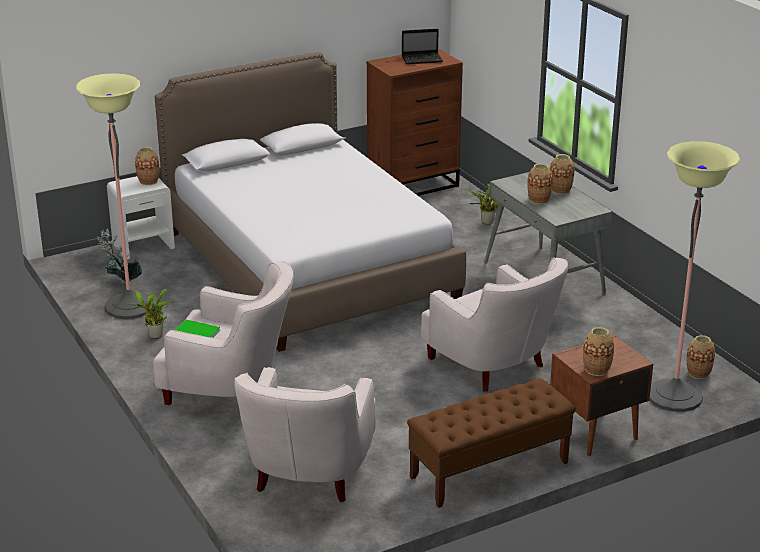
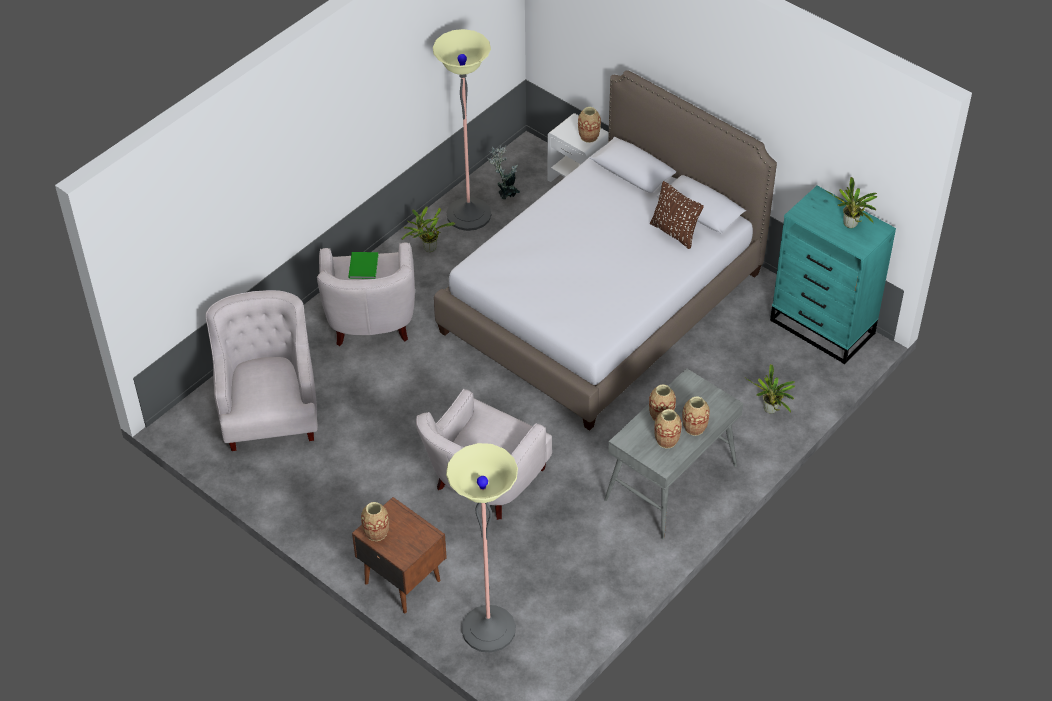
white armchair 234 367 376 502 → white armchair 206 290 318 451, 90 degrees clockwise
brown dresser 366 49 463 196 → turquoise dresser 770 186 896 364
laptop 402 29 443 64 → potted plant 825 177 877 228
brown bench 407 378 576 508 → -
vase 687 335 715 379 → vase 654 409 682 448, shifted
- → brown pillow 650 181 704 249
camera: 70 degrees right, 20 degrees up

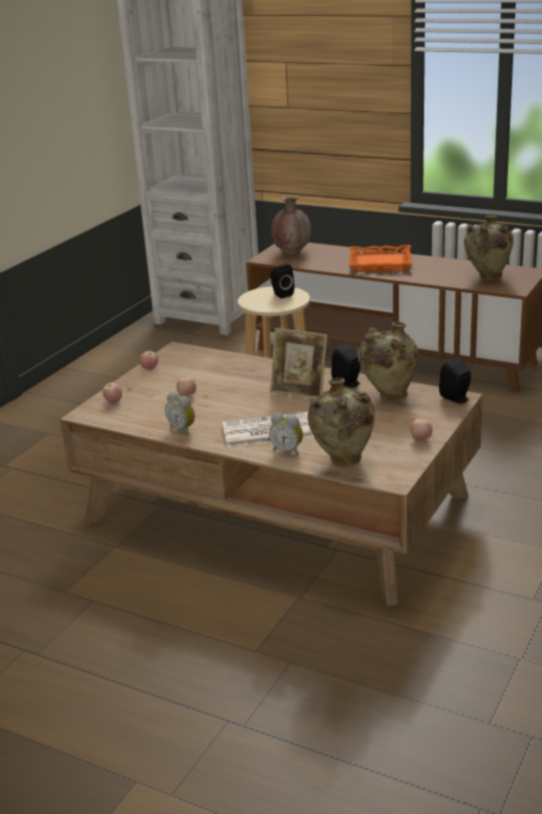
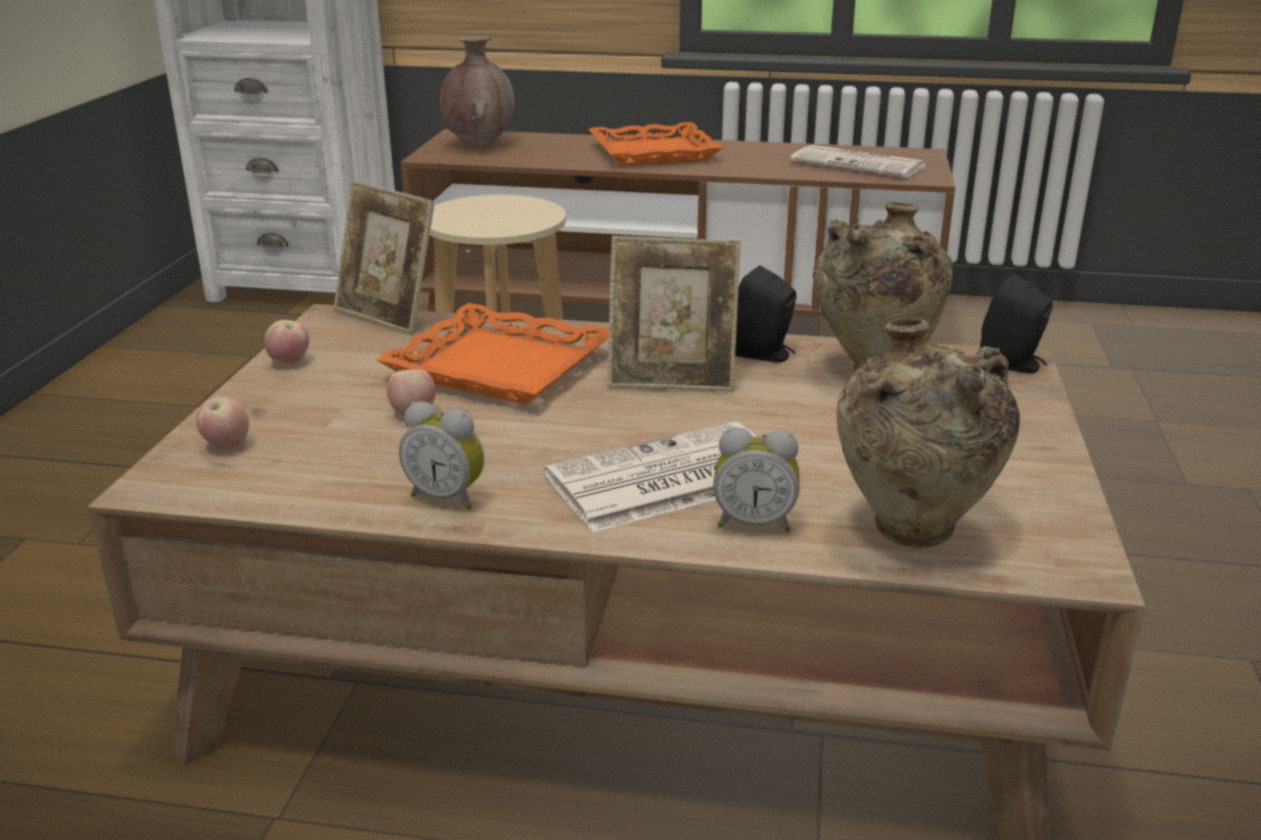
black speaker 270 264 294 299 → -
apple 411 419 432 440 → -
beige vase 464 215 514 280 → newspaper 790 145 927 178
- → picture frame 334 180 435 335
- → orange tray 376 303 609 405
camera: 20 degrees left, 0 degrees up

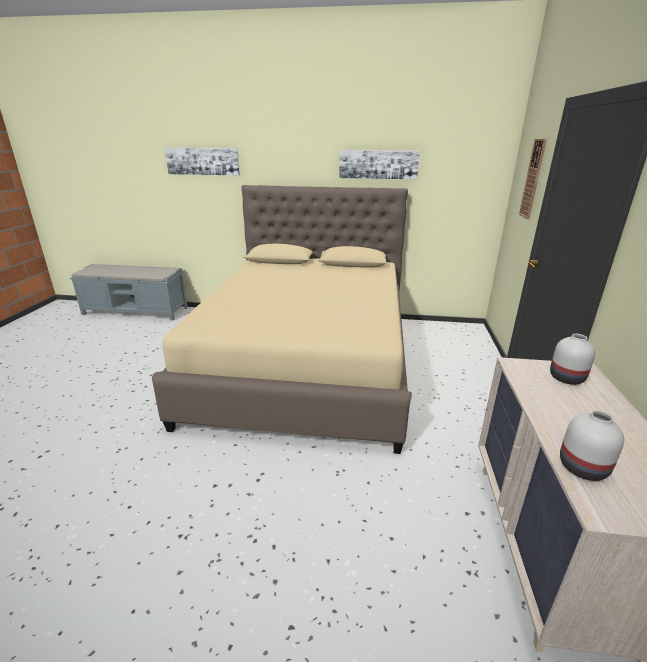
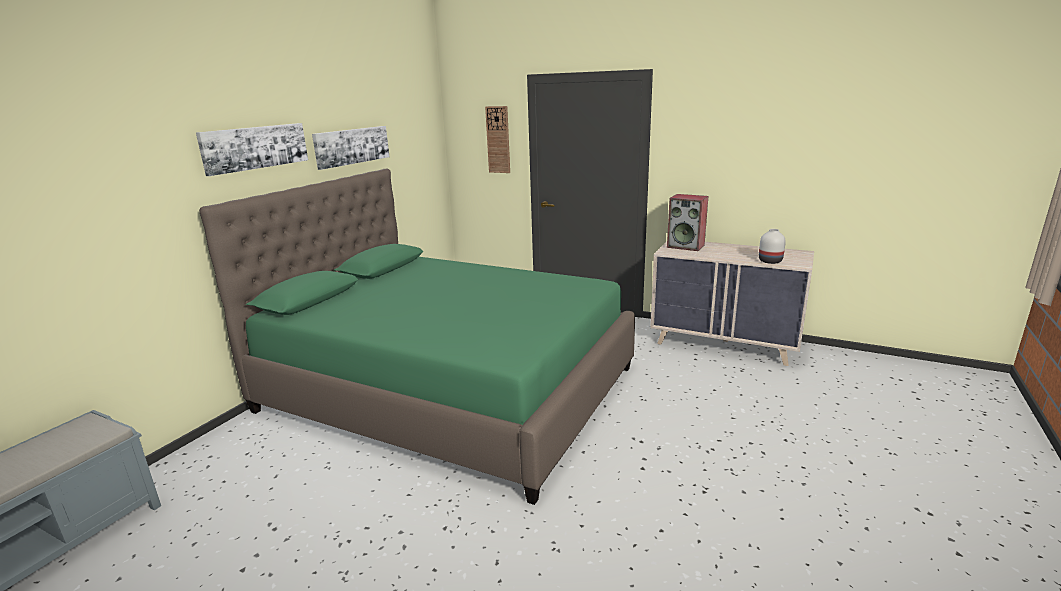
beige bed 152 185 412 454 → green bed 199 169 635 505
picture 165 148 240 175 → picture 196 123 308 176, shifted
white vase 550 334 595 385 → speaker 667 194 708 251
camera: 70 degrees left, 5 degrees down

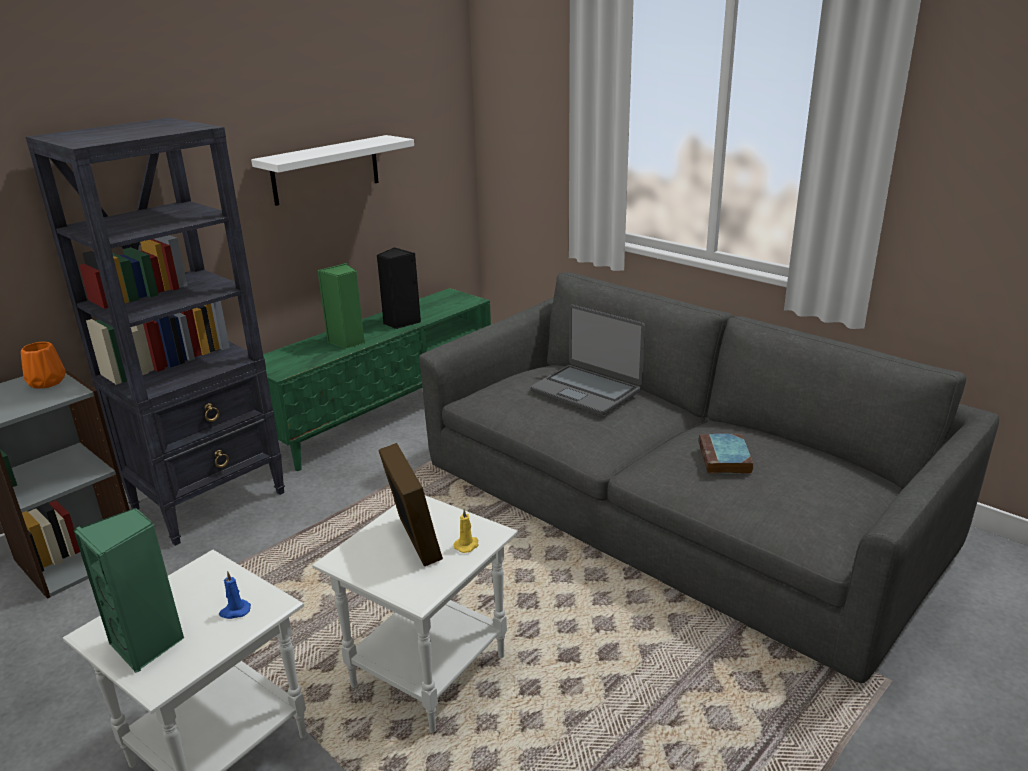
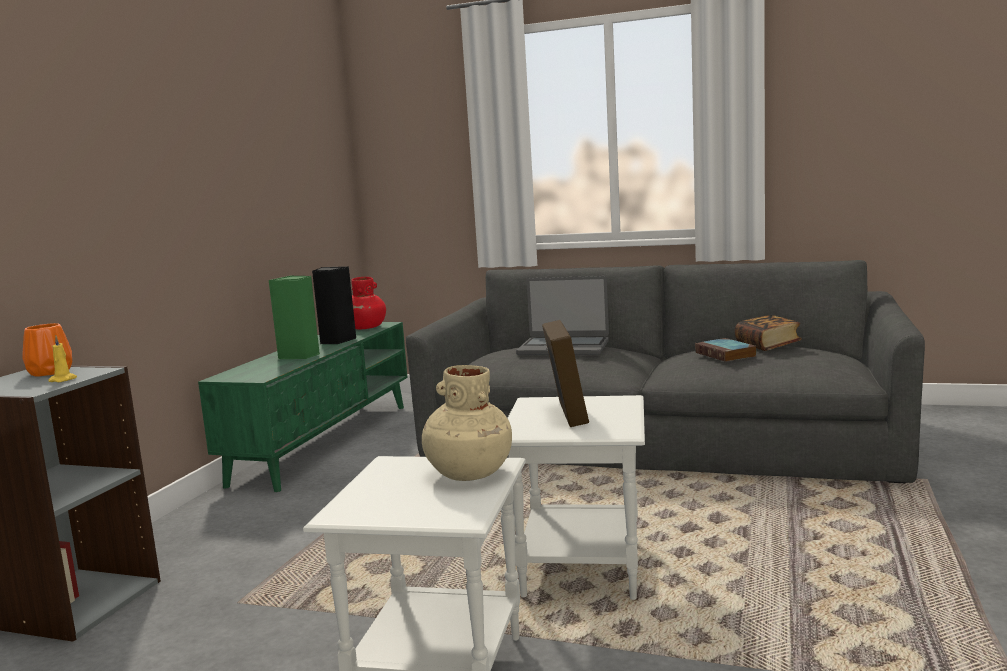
black bookcase 26 118 285 546 → -
green speaker 74 508 185 673 → -
blue candle 219 571 251 619 → beige vase 422 365 512 481
white shelf 251 135 414 206 → -
picture frame 378 443 443 567 → picture frame 542 320 589 427, 45 degrees clockwise
yellow candle 453 508 478 553 → yellow candle 49 336 77 382, shifted
- → red vase 351 277 386 329
- → book 735 315 802 351
camera: 25 degrees left, 15 degrees down

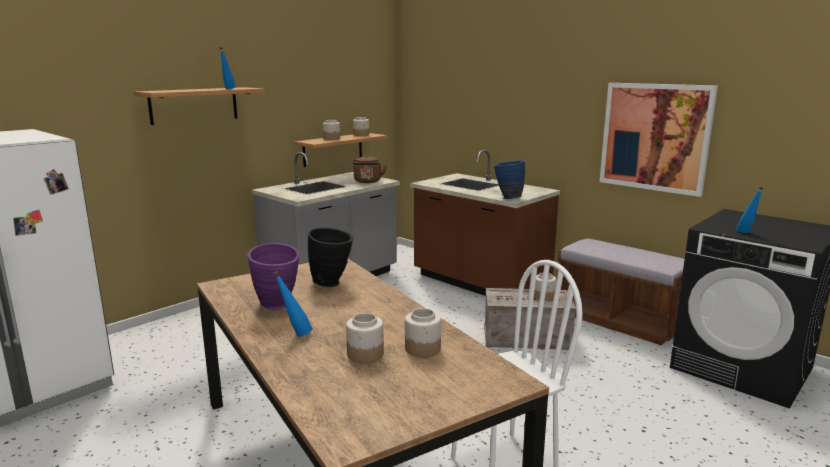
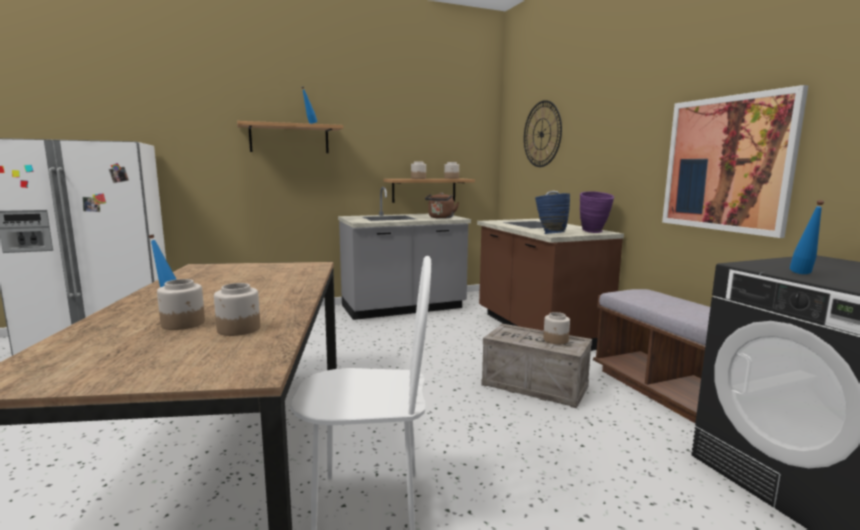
purple vase 247 243 299 310 → purple vase 580 191 614 233, shifted
black vase 308 228 353 287 → -
- → wall clock 524 100 562 167
camera: 25 degrees right, 5 degrees down

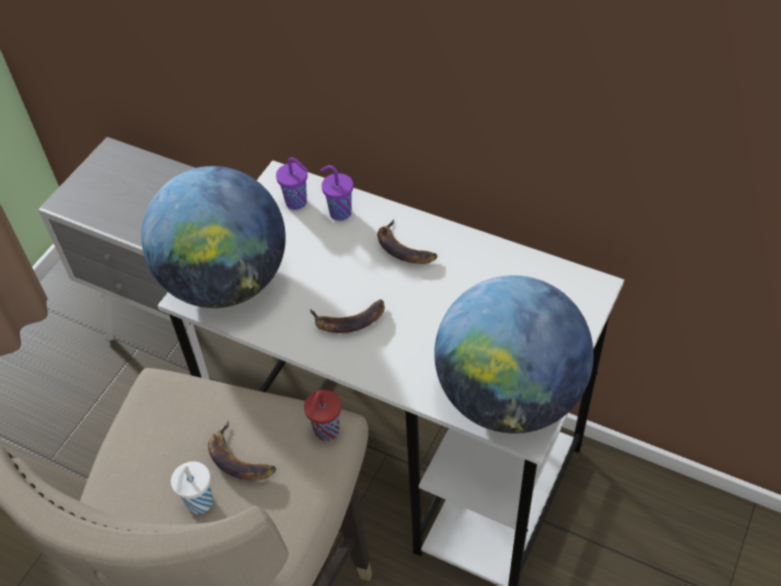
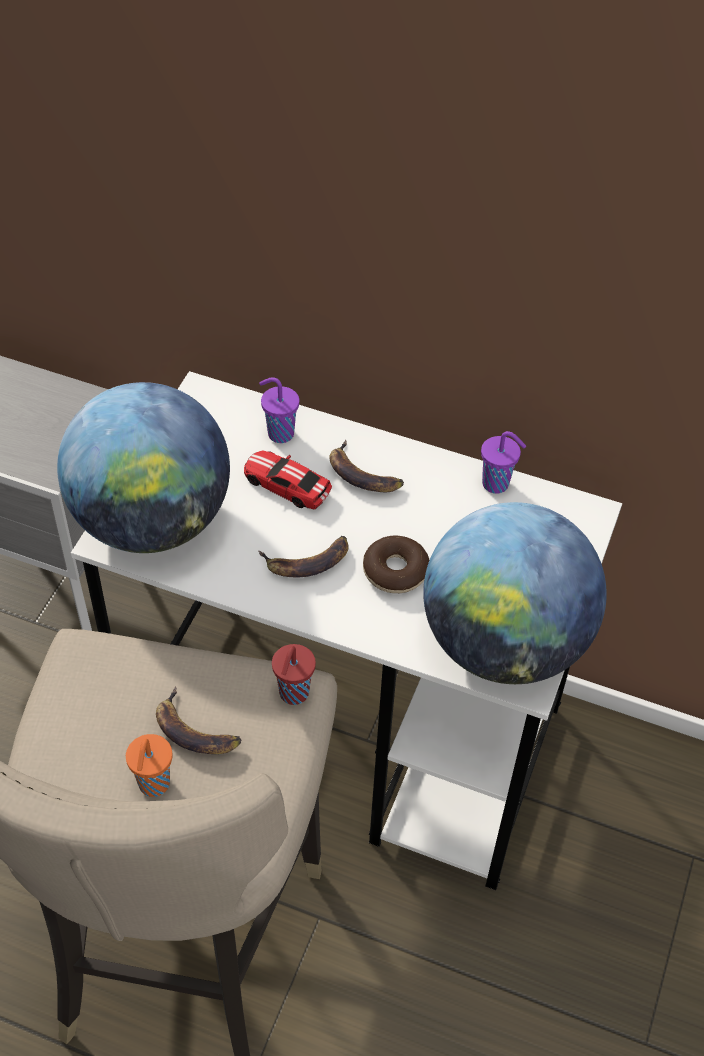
white cup 171 461 213 514 → orange cup 126 734 173 797
purple cup 276 157 308 210 → purple cup 481 431 526 494, shifted
- → toy car 244 450 332 510
- → donut 363 536 429 593
camera: 10 degrees left, 0 degrees up

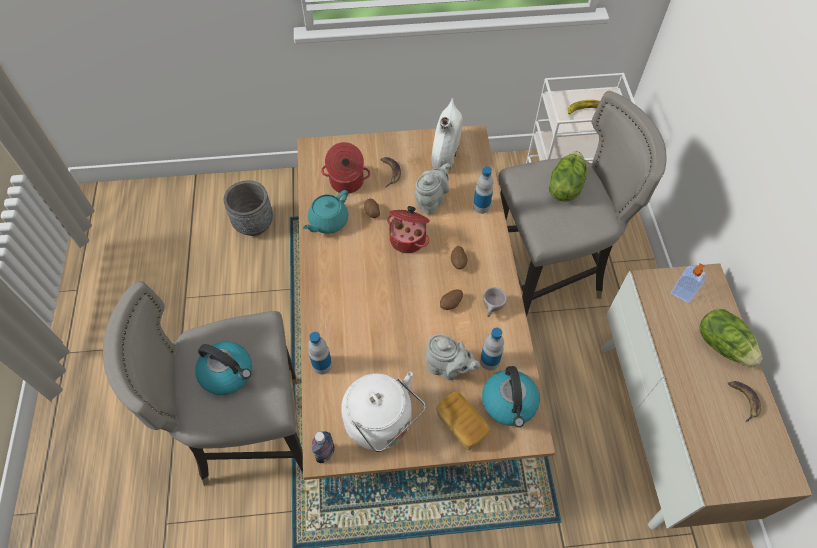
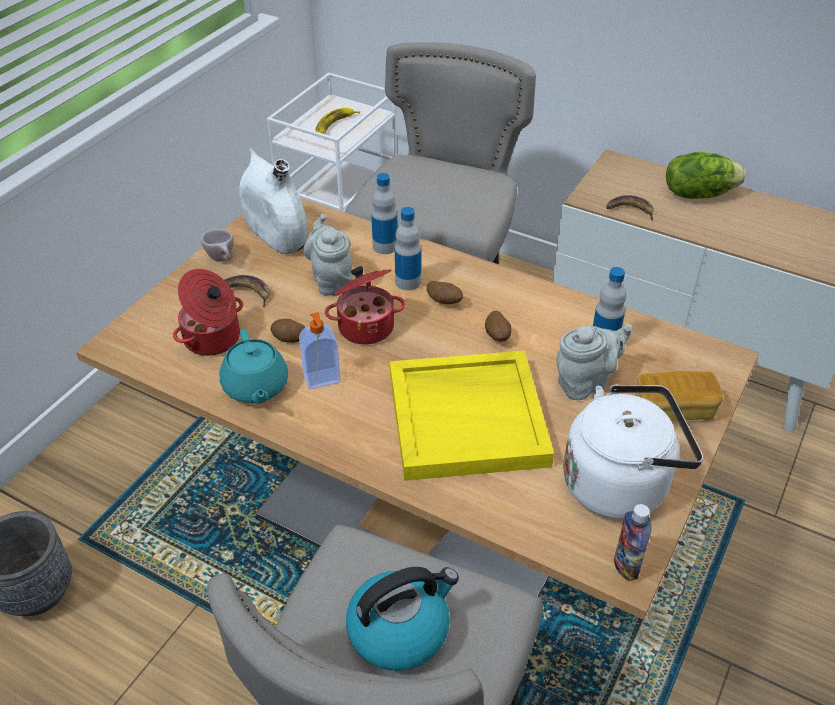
bottle 308 332 332 374 → bottle 395 207 421 290, shifted
kettle 482 366 540 427 → -
beige cup 483 287 507 317 → beige cup 201 229 234 262, shifted
lettuce 549 151 587 202 → -
soap dispenser 670 263 707 303 → soap dispenser 299 312 341 389, shifted
banana 728 381 761 422 → banana 606 195 654 221, shifted
- → yellow tray 390 351 554 481
camera: 55 degrees left, 15 degrees down

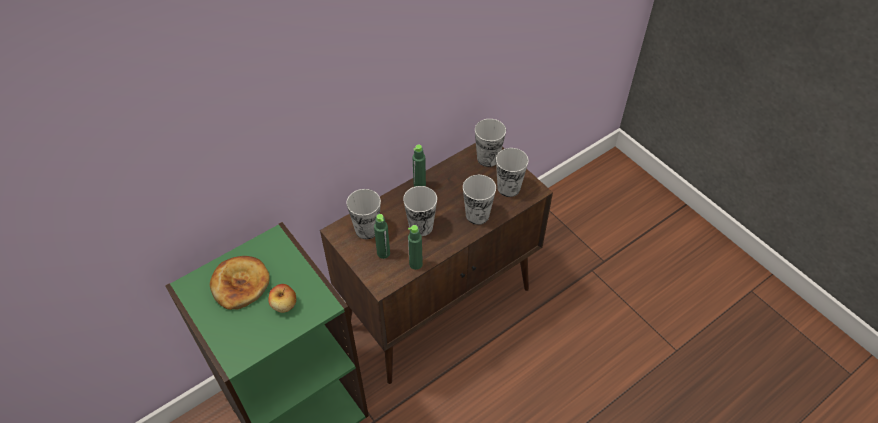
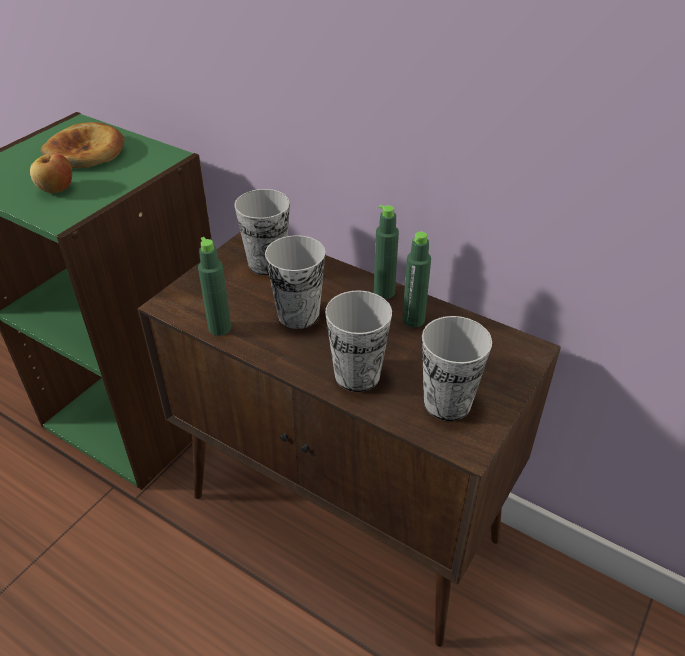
green bottle 374 214 390 259 → green bottle 402 232 431 327, shifted
cup 475 119 506 167 → -
camera: 70 degrees right, 10 degrees down

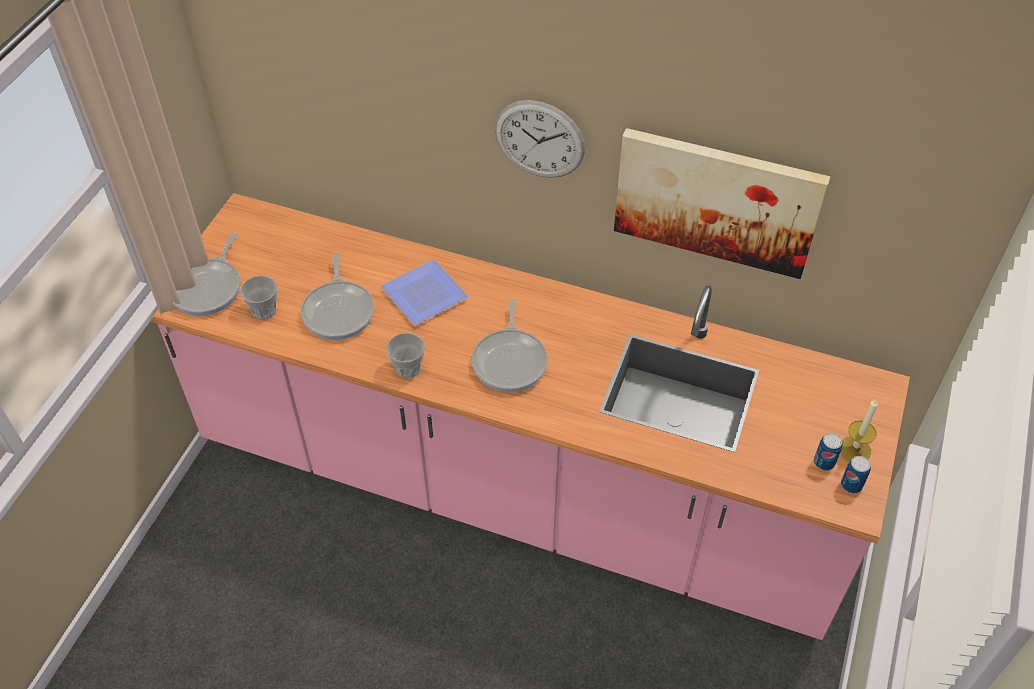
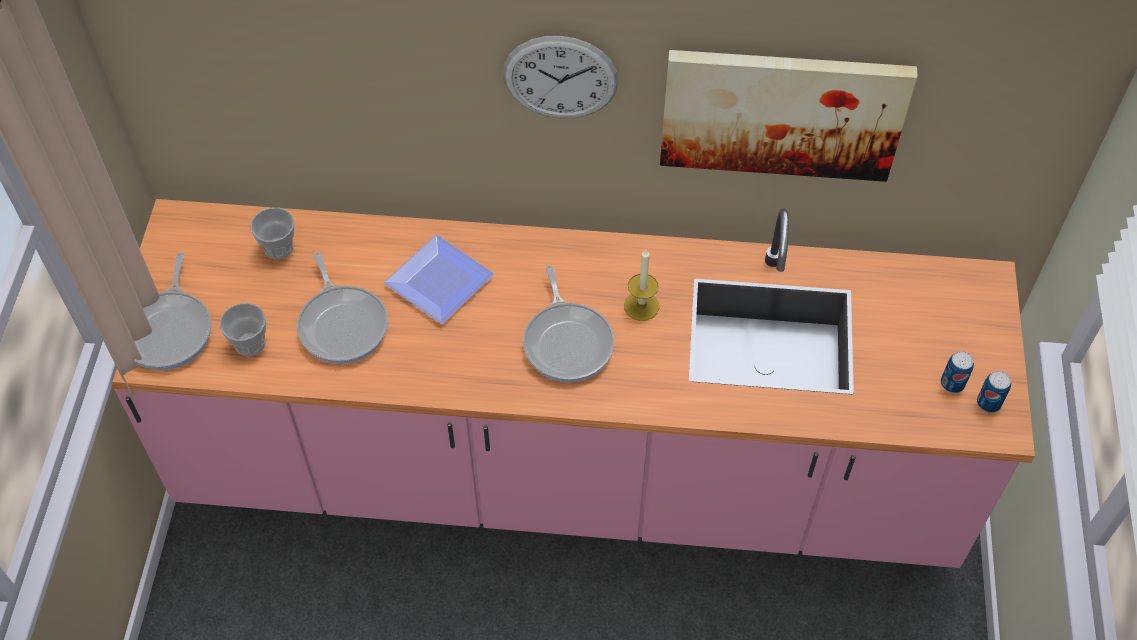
cup 386 333 425 378 → cup 250 207 295 259, shifted
candle 840 399 878 461 → candle 624 249 659 321, shifted
camera: 15 degrees left, 5 degrees up

